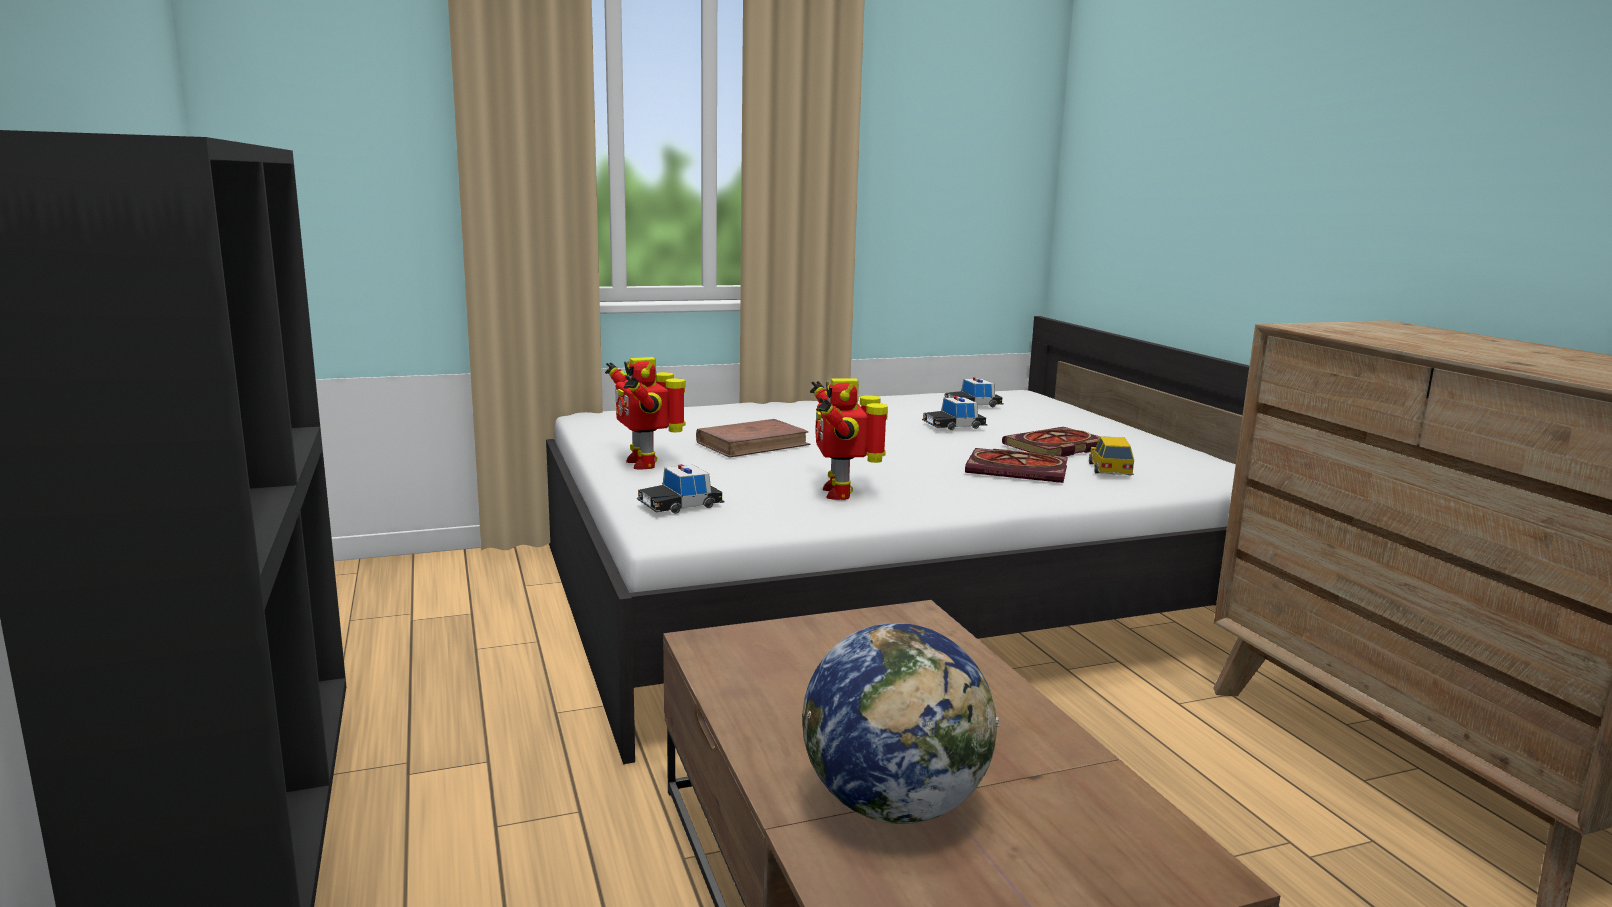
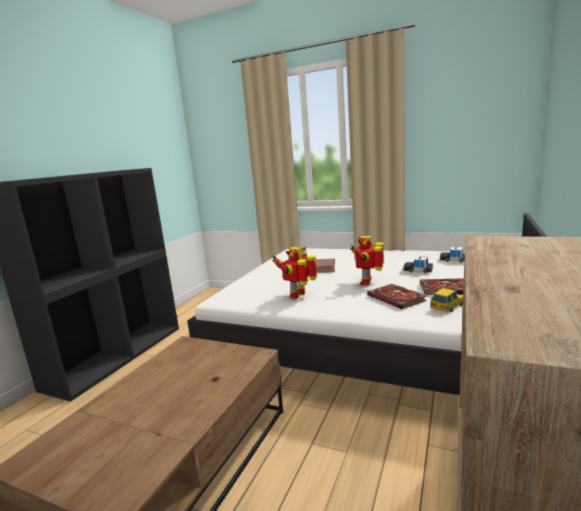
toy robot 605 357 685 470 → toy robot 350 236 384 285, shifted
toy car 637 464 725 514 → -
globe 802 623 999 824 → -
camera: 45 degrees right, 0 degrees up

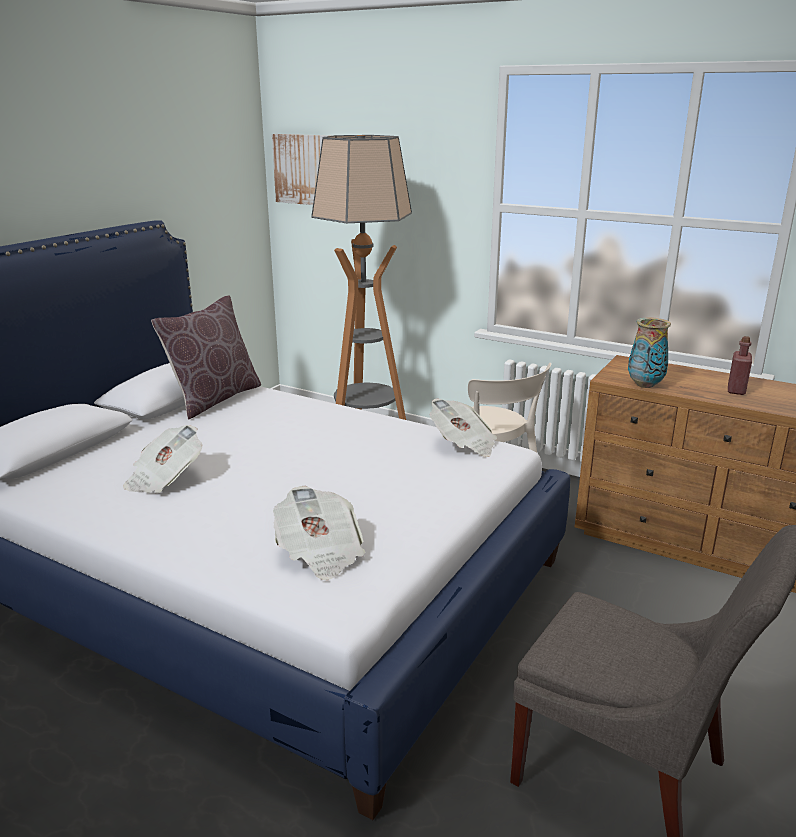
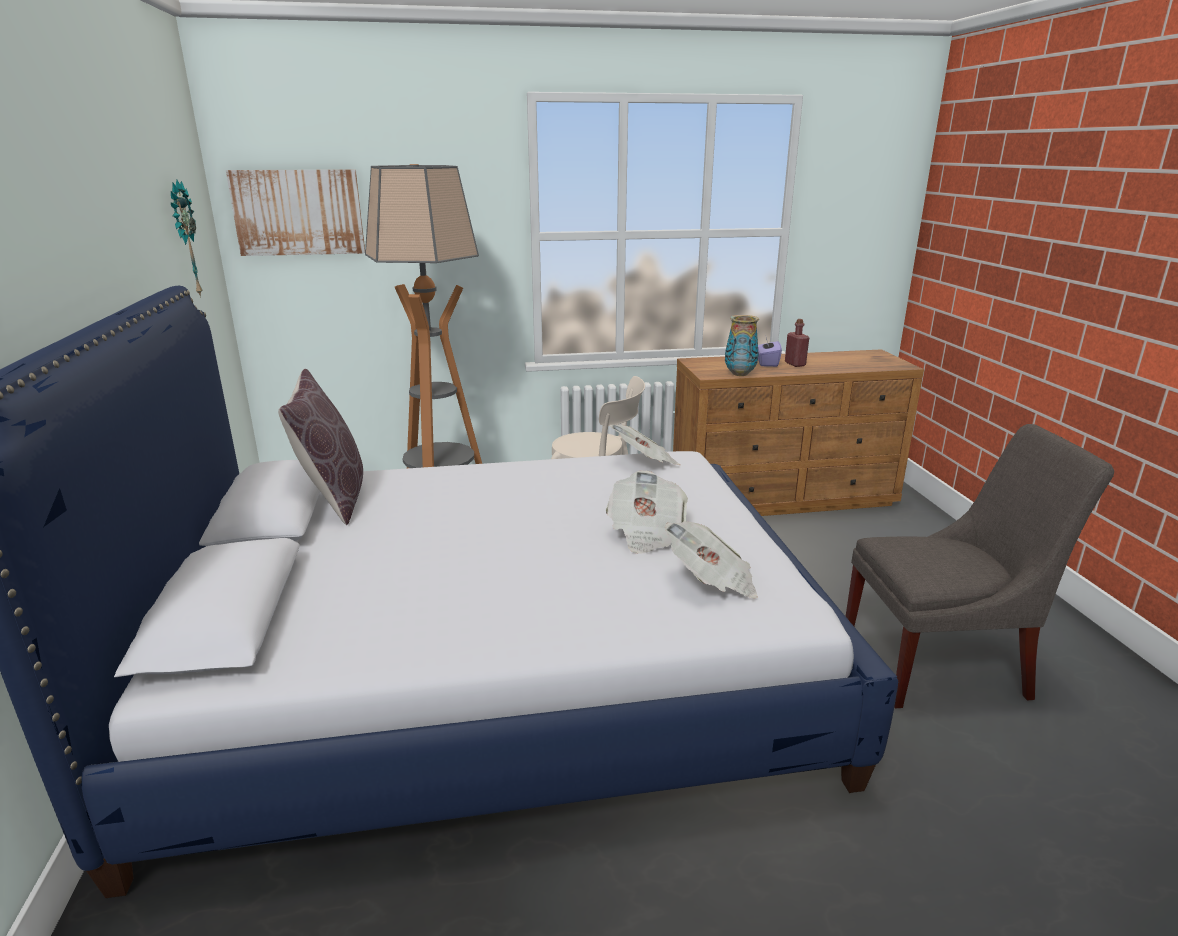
newspaper 123 425 202 493 → newspaper 606 471 688 554, shifted
- → wall clock 171 179 202 298
- → purple tissue box 758 337 782 367
camera: 40 degrees left, 0 degrees up

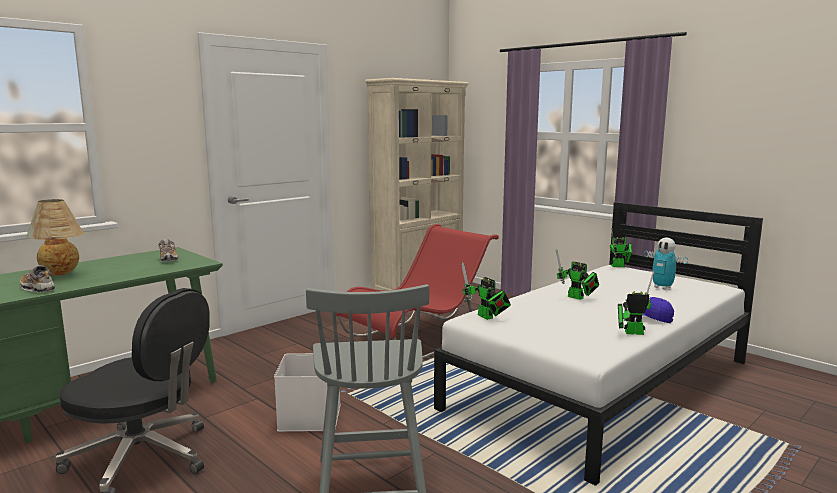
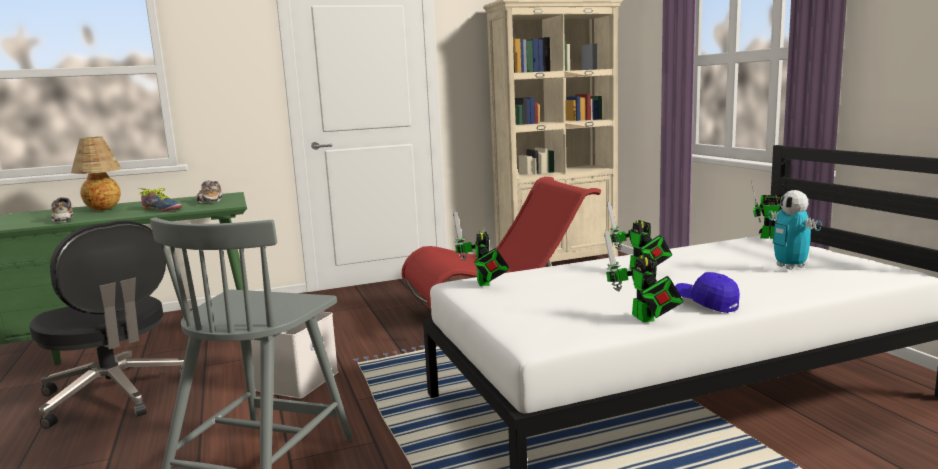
toy robot 618 271 654 335 → toy robot 604 230 684 323, 135 degrees counterclockwise
- → shoe 139 187 182 212
camera: 25 degrees right, 0 degrees up

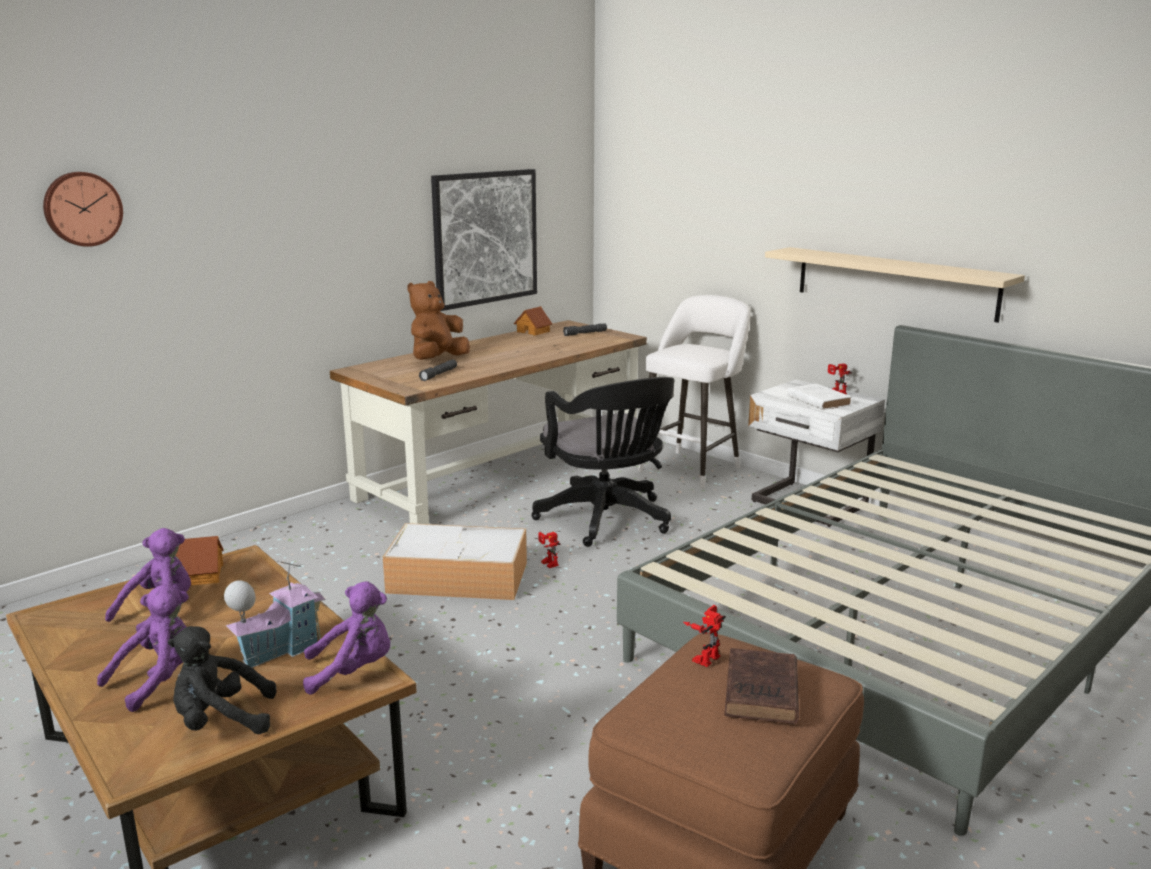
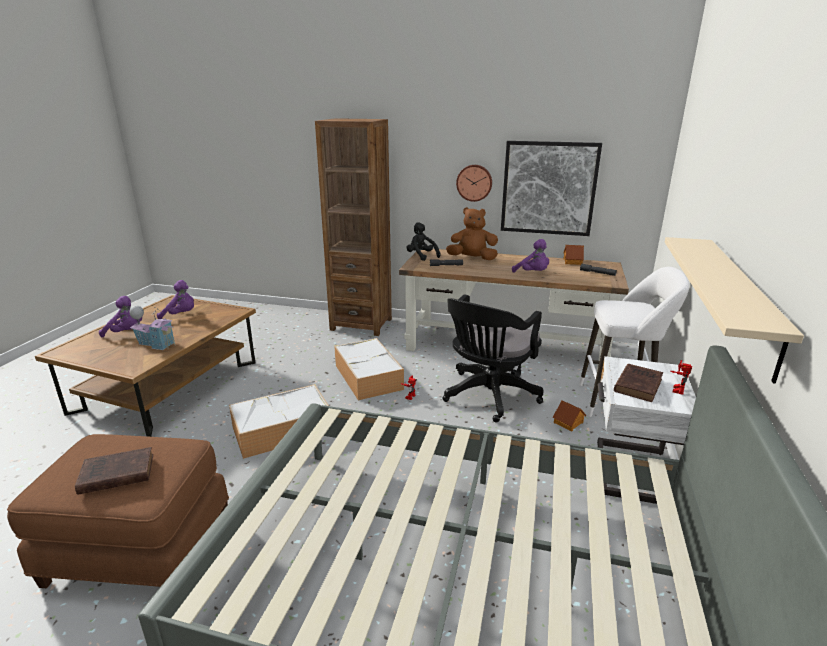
wall clock 43 172 123 247 → wall clock 456 165 492 202, shifted
black plush toy 168 626 276 734 → black plush toy 406 222 441 261, shifted
toy house 176 536 223 585 → toy house 553 400 586 431, shifted
purple plush toy 303 582 390 695 → purple plush toy 512 239 549 273, shifted
toy robot 683 605 726 667 → -
white book 787 383 852 410 → brown book 614 364 663 402
- → storage box 229 384 329 459
- → brown bookcase 315 118 392 336
camera: 60 degrees right, 5 degrees up

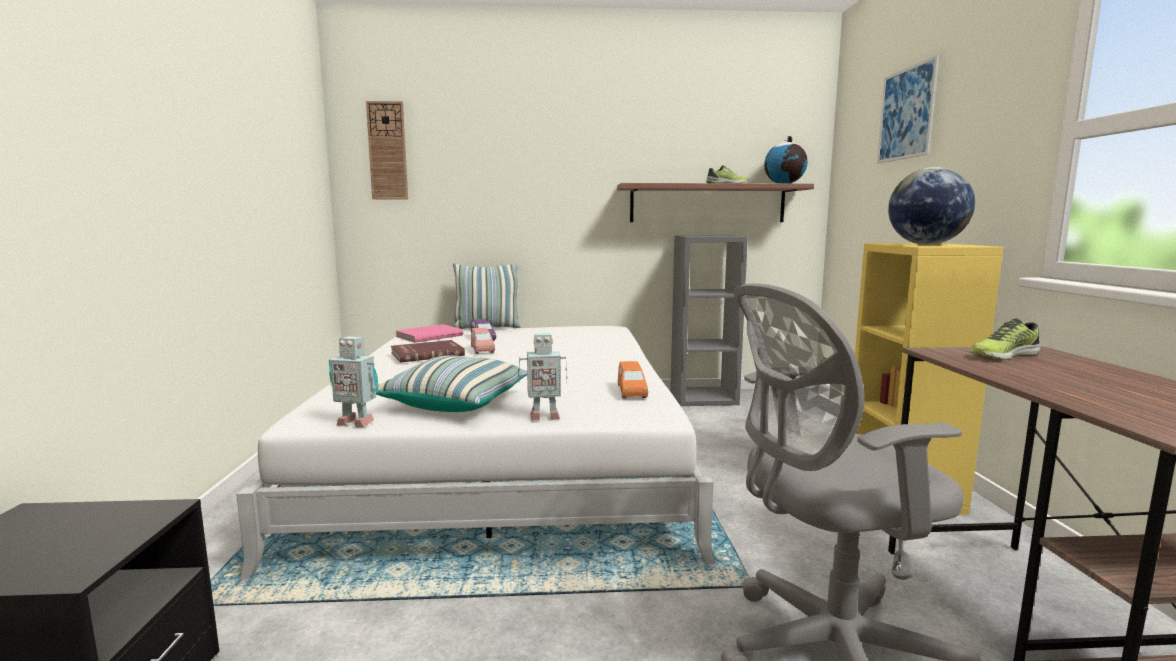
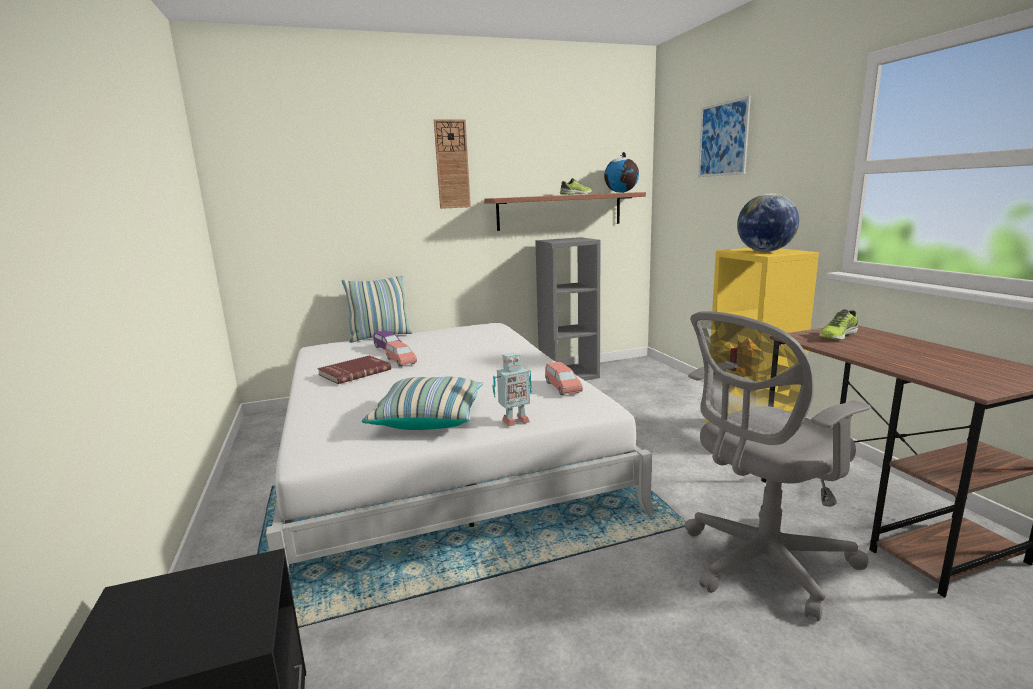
toy robot 328 336 378 427 → -
wall clock 366 101 408 199 → wall clock 434 119 471 209, shifted
pink book 396 324 463 343 → -
orange toy car 618 361 648 398 → pink toy car 545 362 583 395
camera: 15 degrees left, 5 degrees up

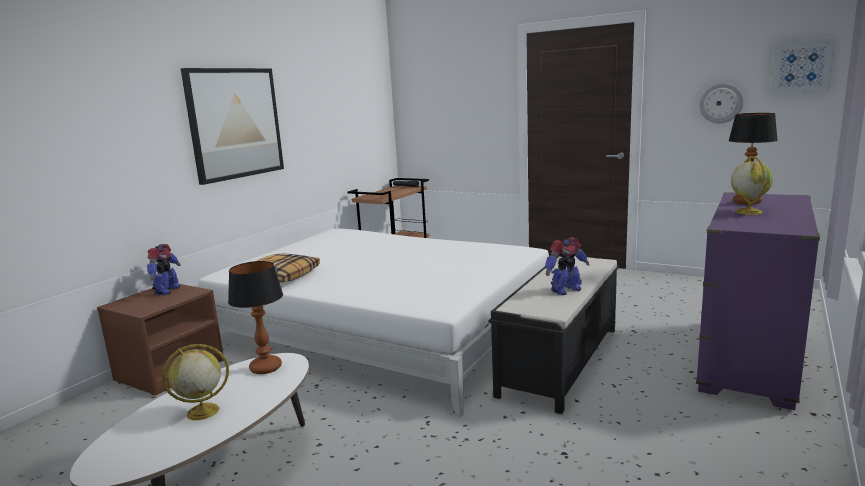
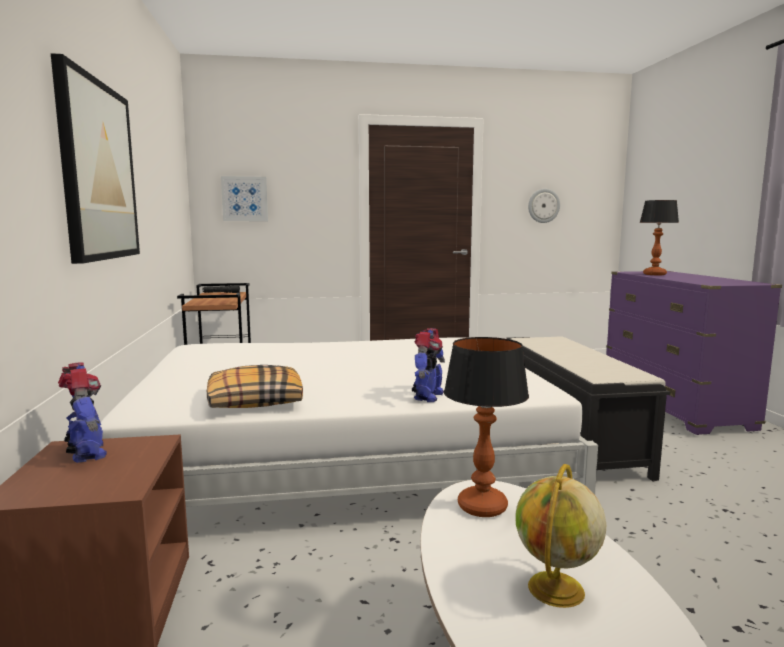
toy robot 545 237 589 295 → toy robot 412 328 445 402, shifted
globe 731 156 773 215 → -
picture 770 38 835 94 → picture 221 176 268 221, shifted
camera: 40 degrees left, 5 degrees down

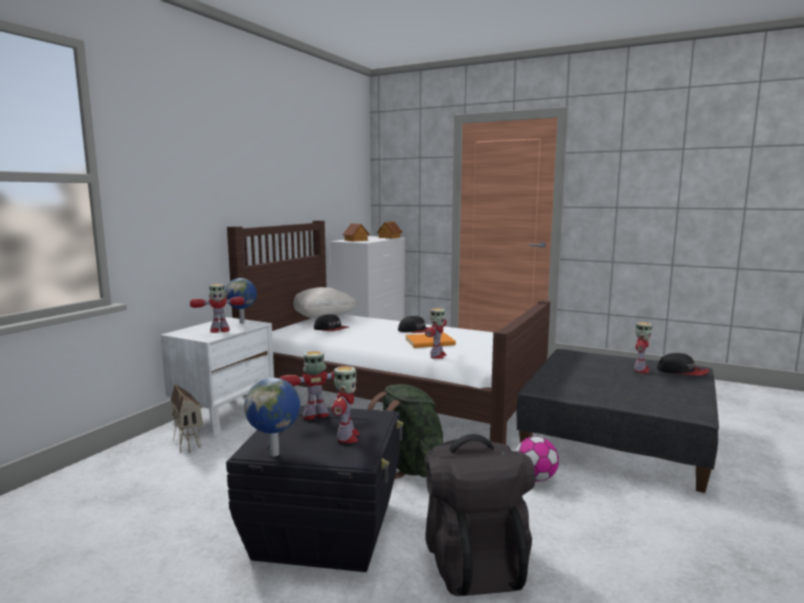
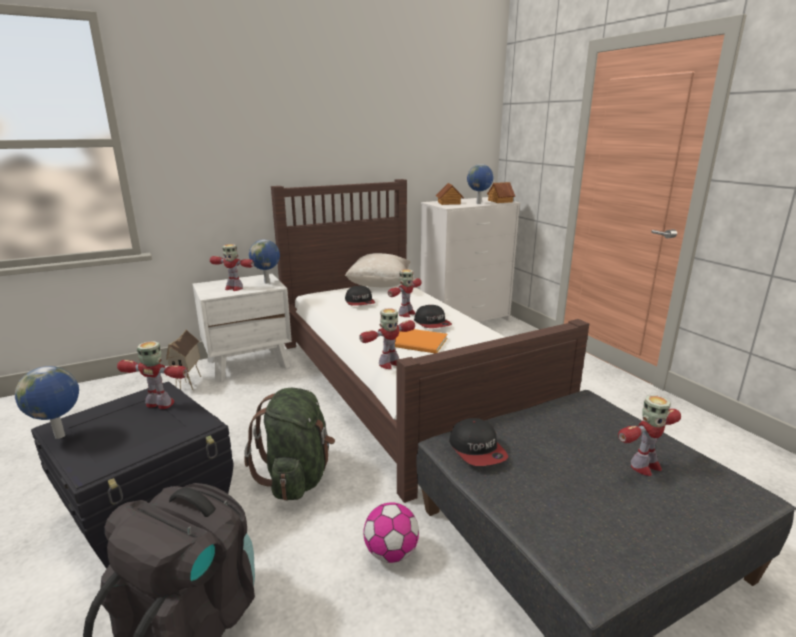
toy robot 332 366 360 443 → toy robot 388 269 422 317, shifted
cap 657 353 710 375 → cap 449 418 509 466, shifted
- → globe 467 164 493 204
camera: 35 degrees right, 10 degrees up

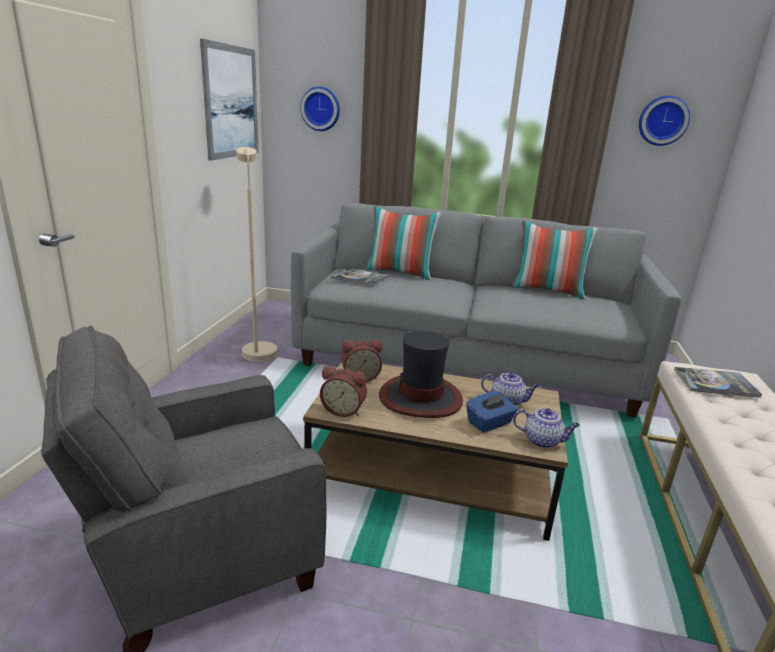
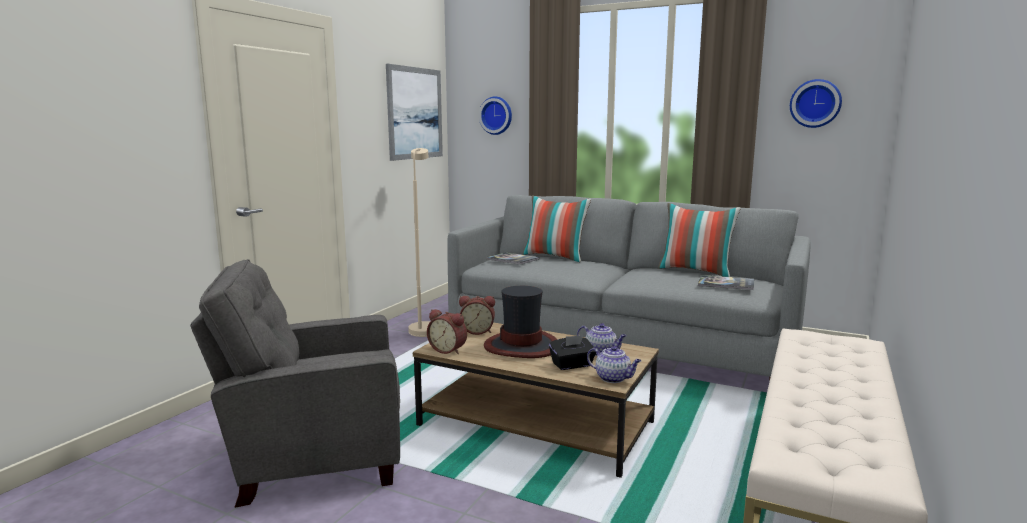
blue tissue box 466 391 518 433 → black tissue box 549 335 596 370
book 674 367 762 398 → book 698 275 754 290, shifted
camera: 15 degrees right, 10 degrees down

